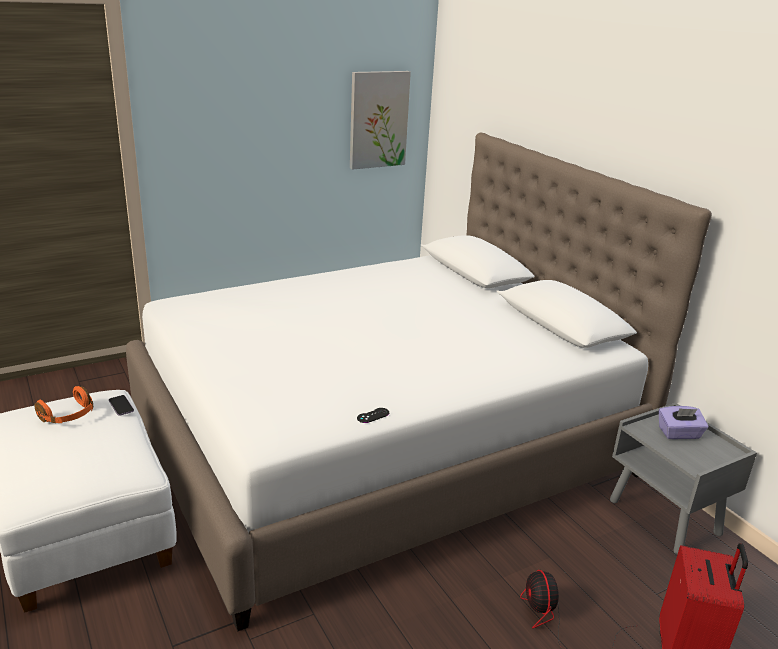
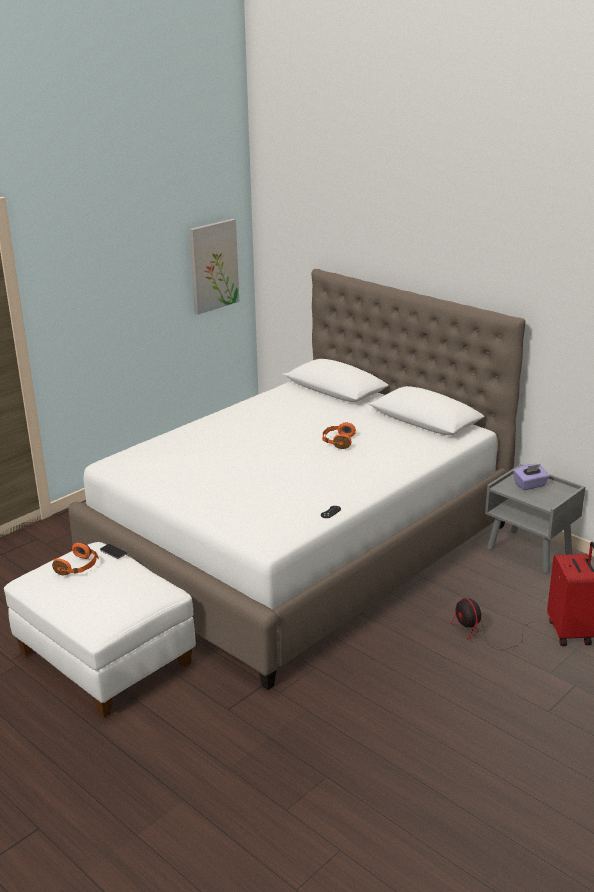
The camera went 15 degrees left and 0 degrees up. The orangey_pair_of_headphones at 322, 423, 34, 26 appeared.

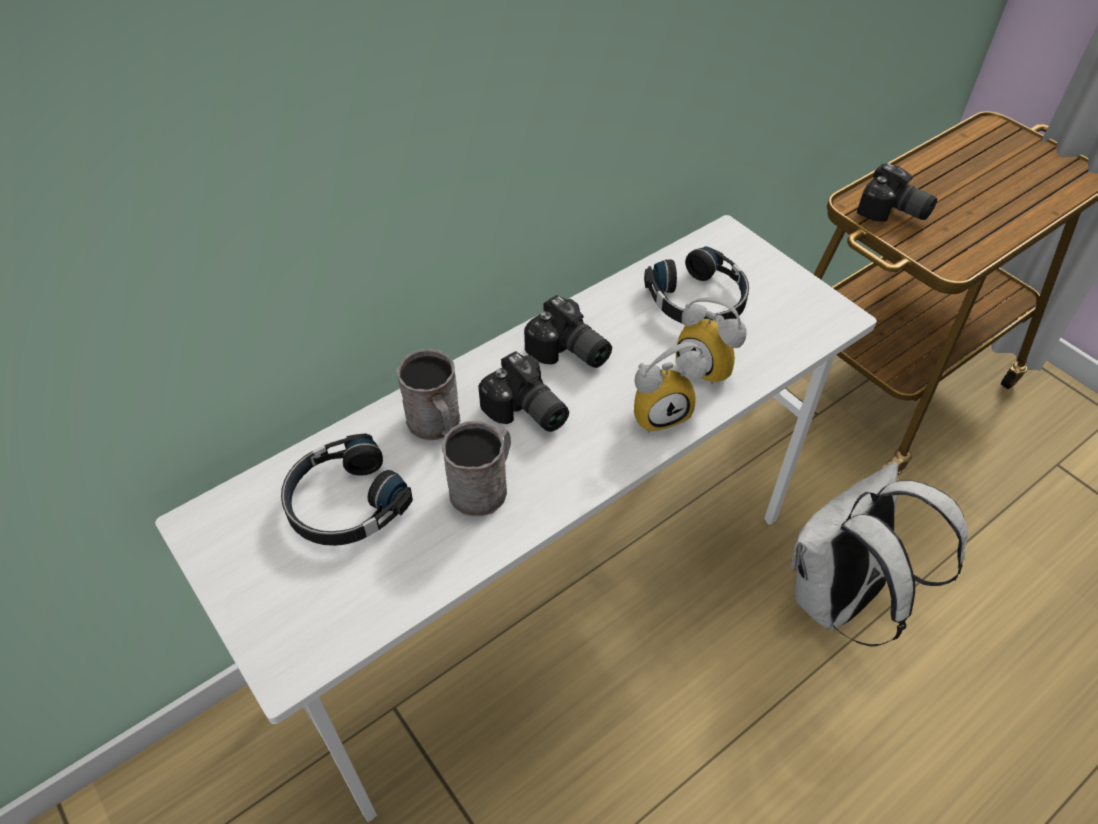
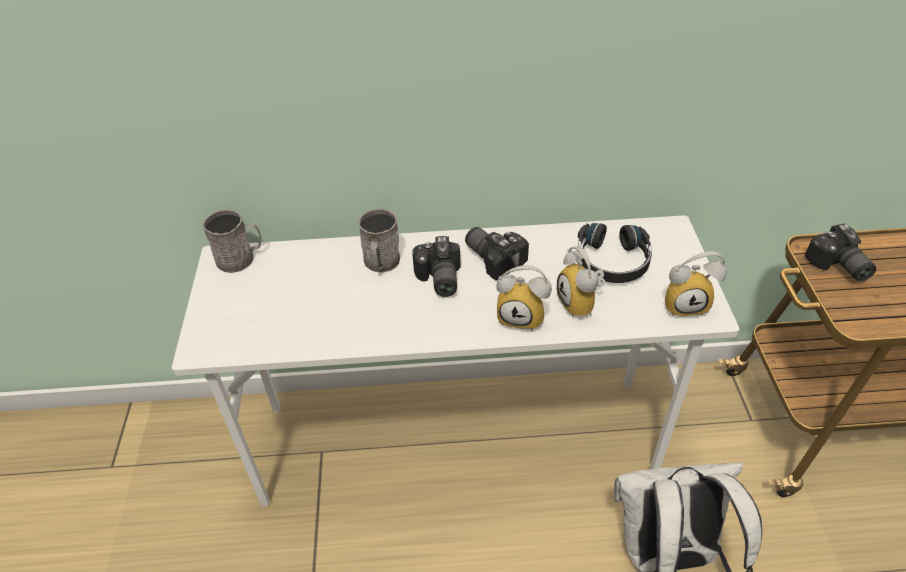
The camera went 35 degrees right and 5 degrees down. The black_pair_of_headphones at 281, 433, 132, 113 disappeared. The table_clock at 665, 251, 62, 66 appeared. The grey_tea_mug moved from 442, 421, 69, 95 to 202, 209, 59, 64. The still_camera at 524, 295, 88, 73 turned 150 degrees clockwise.

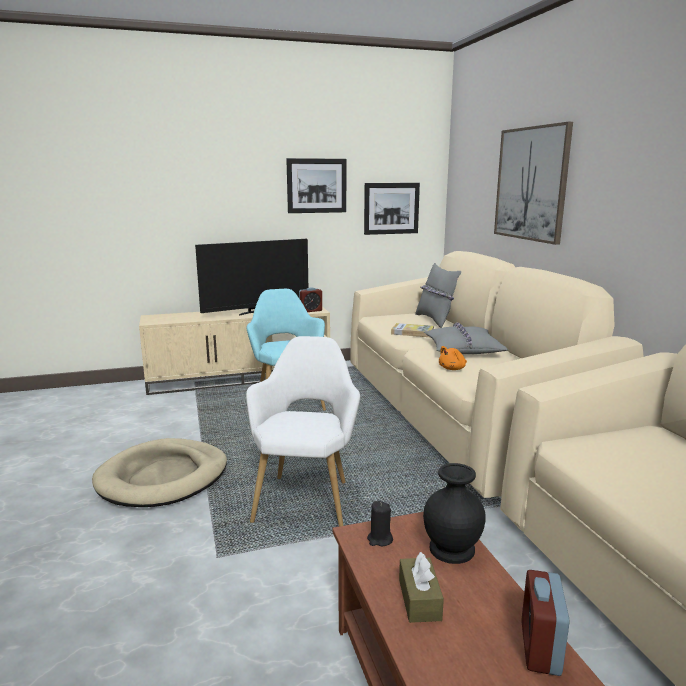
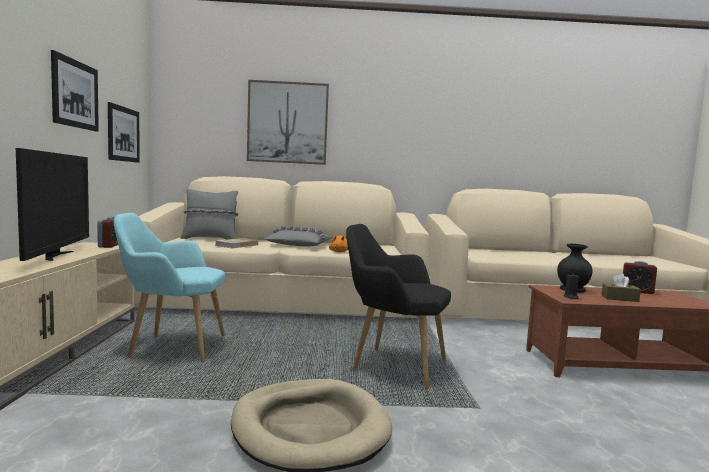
The camera went 75 degrees left and 10 degrees down. The white-coloured_lounge_chair at 246, 336, 114, 190 became the black_lounge_chair at 346, 224, 105, 165.

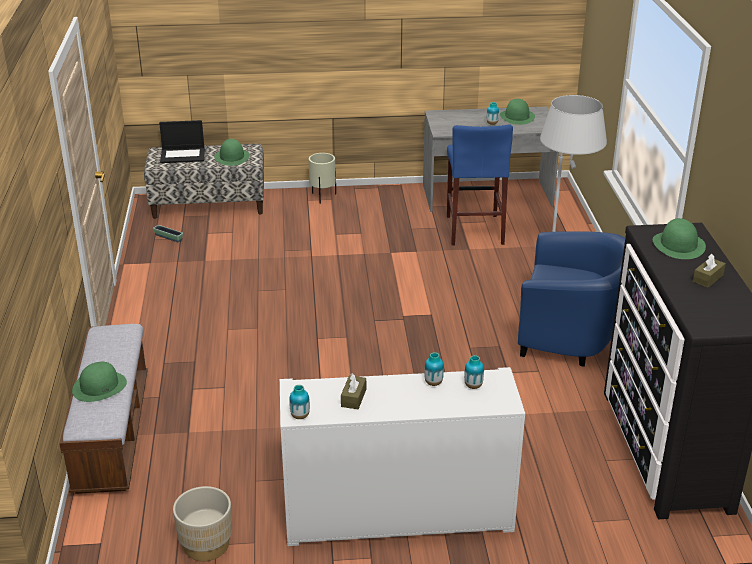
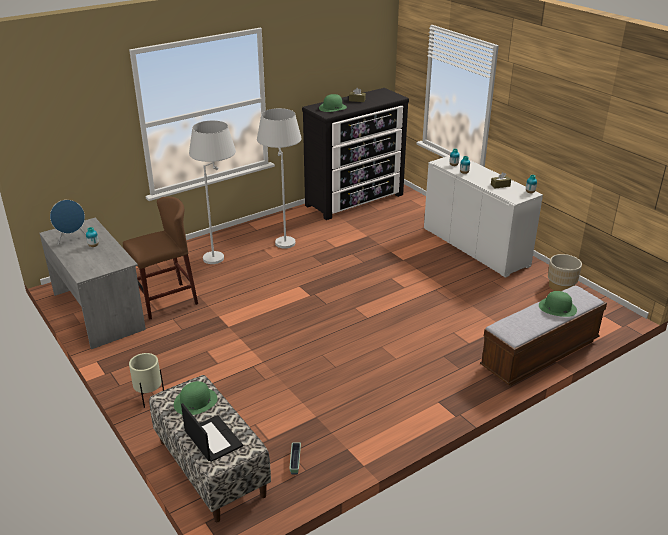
The camera went 120 degrees left and 0 degrees up. The green_hat at 500, 99, 35, 26 was replaced by the bluish_speaker at 50, 200, 36, 45. The bluish_lounge_chair at 518, 231, 107, 136 was replaced by the white-coloured_floor_lamp at 257, 108, 44, 141. The bluish_stool at 447, 125, 66, 121 became the brownish_stool at 123, 197, 75, 123.

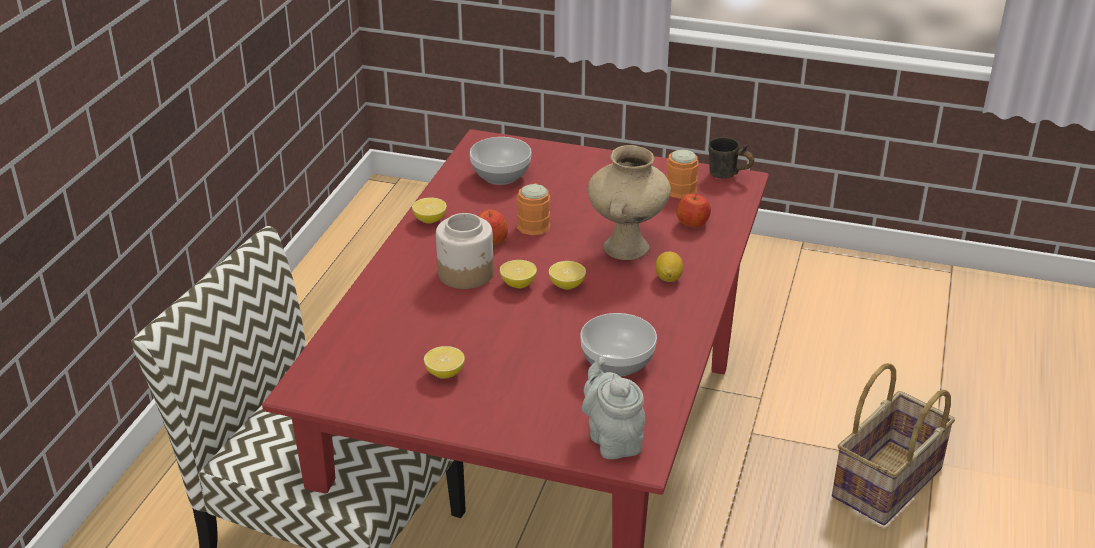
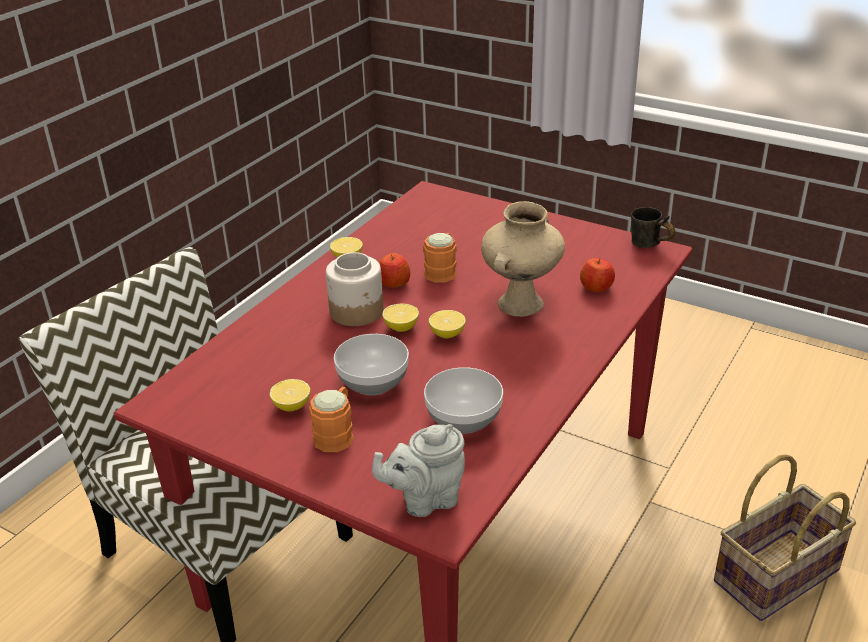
The camera went 15 degrees right and 0 degrees up. The citrus_fruit at 656, 252, 27, 30 disappeared. The bowl moved from 470, 137, 61, 48 to 334, 334, 75, 61. The orangey_tea_mug moved from 666, 149, 32, 50 to 309, 387, 45, 65. The grey_pot_for_tea at 582, 357, 63, 102 turned 105 degrees counterclockwise.

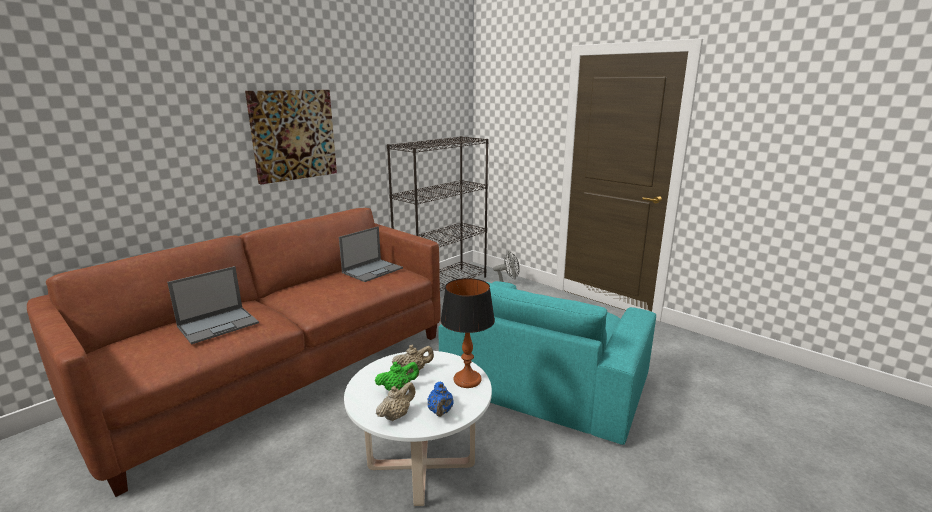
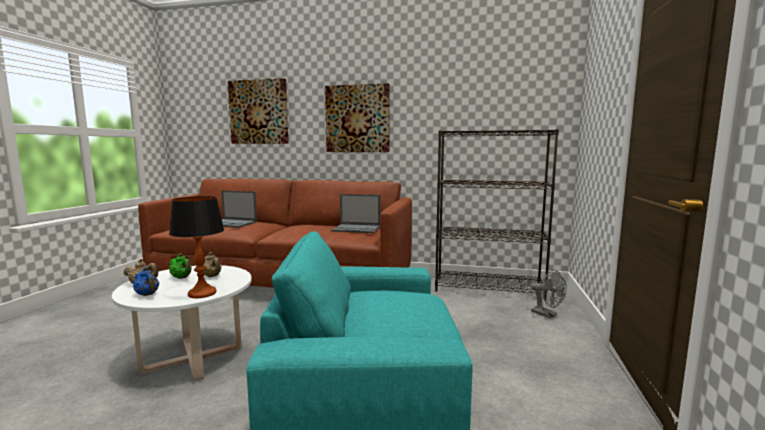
The camera went 60 degrees right and 10 degrees down. The wall_picture at 228, 78, 61, 66 appeared. The bluish_pot_for_tea at 428, 382, 26, 35 turned 105 degrees counterclockwise.

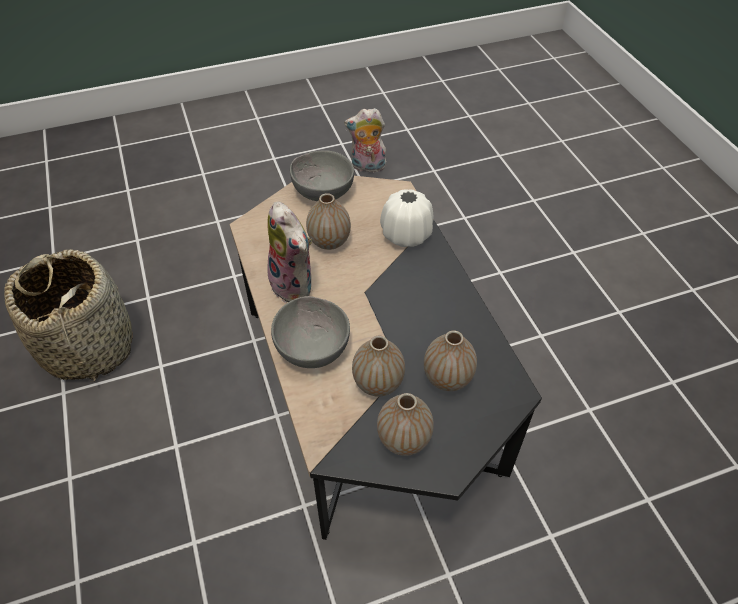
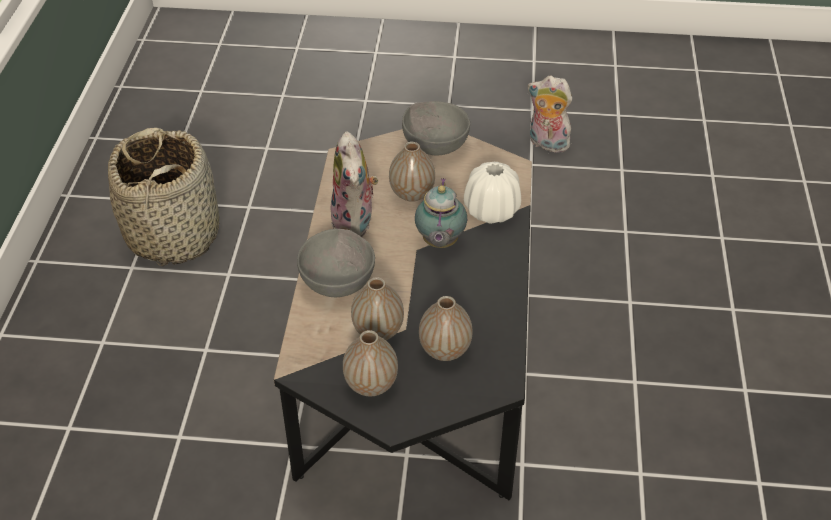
The camera went 25 degrees right and 5 degrees down. The pot_for_tea at 415, 178, 52, 70 appeared.

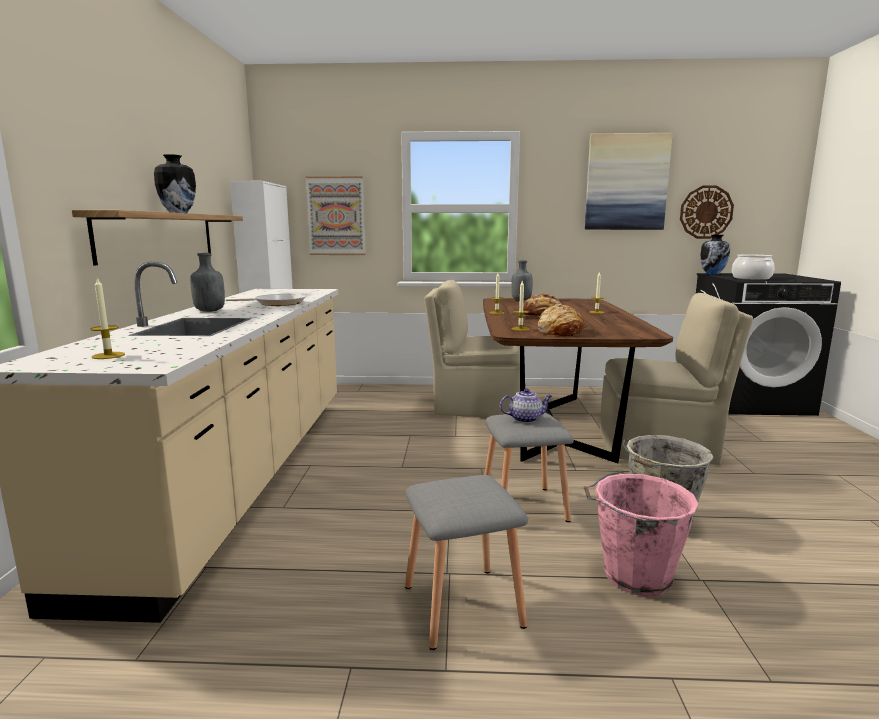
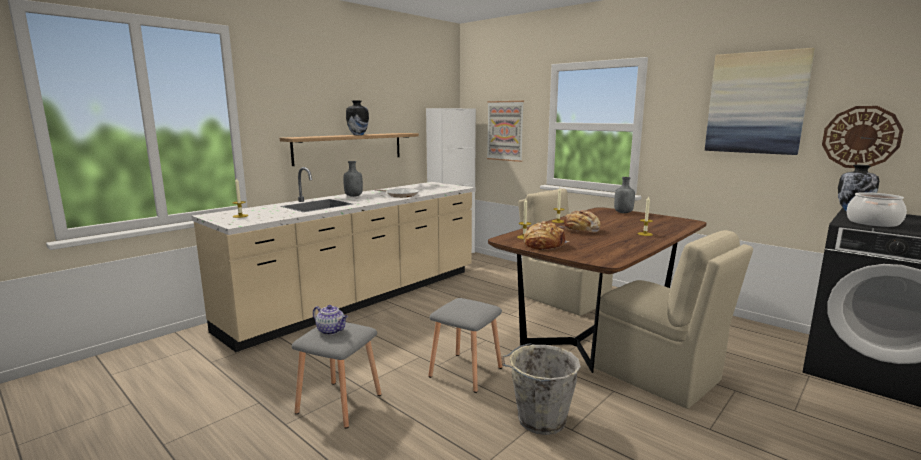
The camera went 40 degrees right and 0 degrees up. The pink-coloured_pail at 584, 471, 115, 126 disappeared. The pot_for_tea moved from 500, 388, 52, 35 to 313, 305, 35, 30.

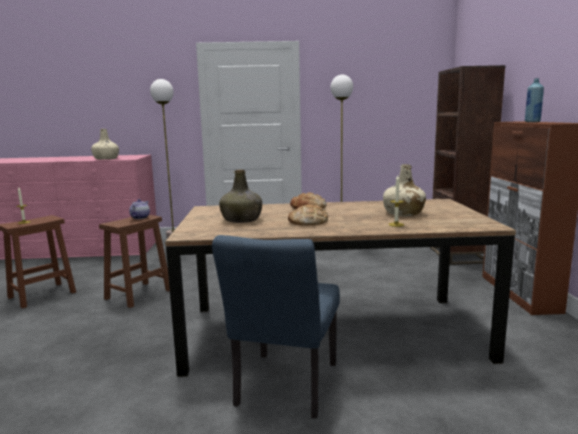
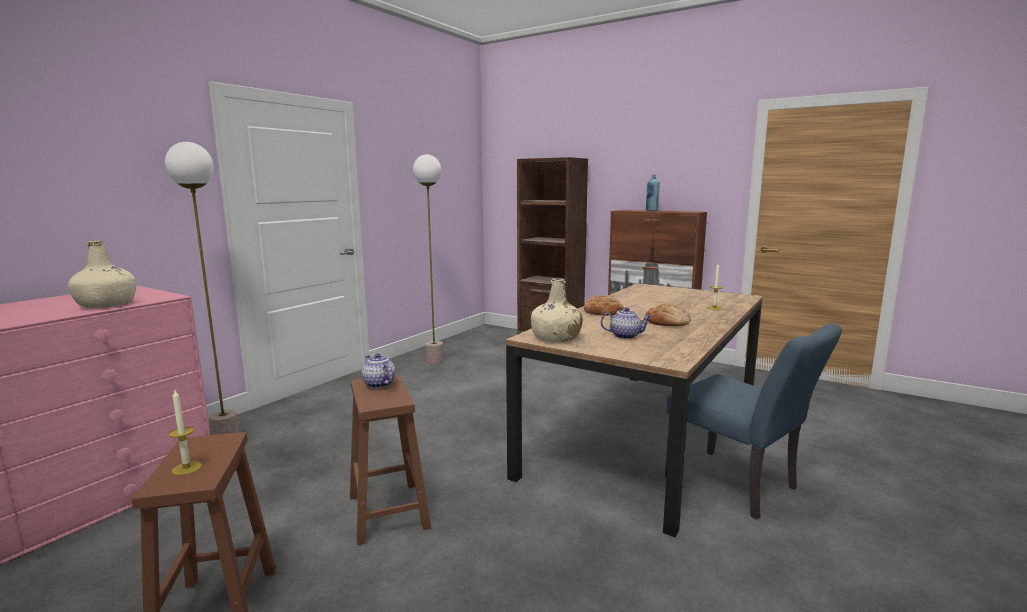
The camera went 55 degrees left and 0 degrees up. The beige_beverage_bottle moved from 383, 164, 43, 52 to 531, 278, 52, 65. The green_beverage_bottle at 219, 170, 43, 53 was replaced by the pot_for_tea at 601, 307, 51, 32.

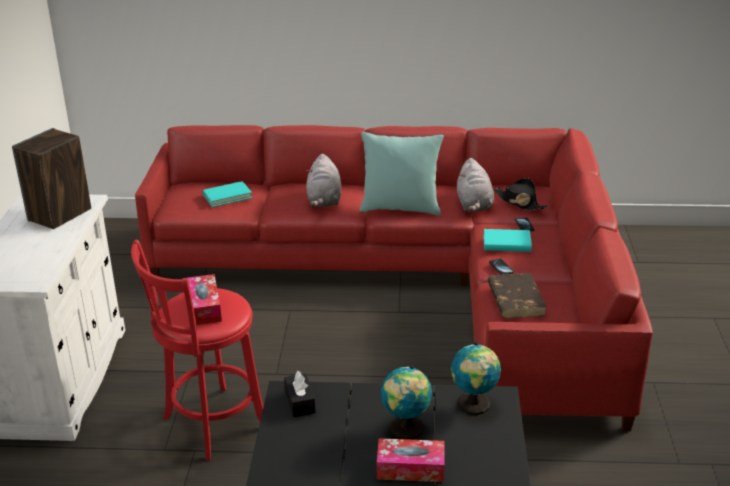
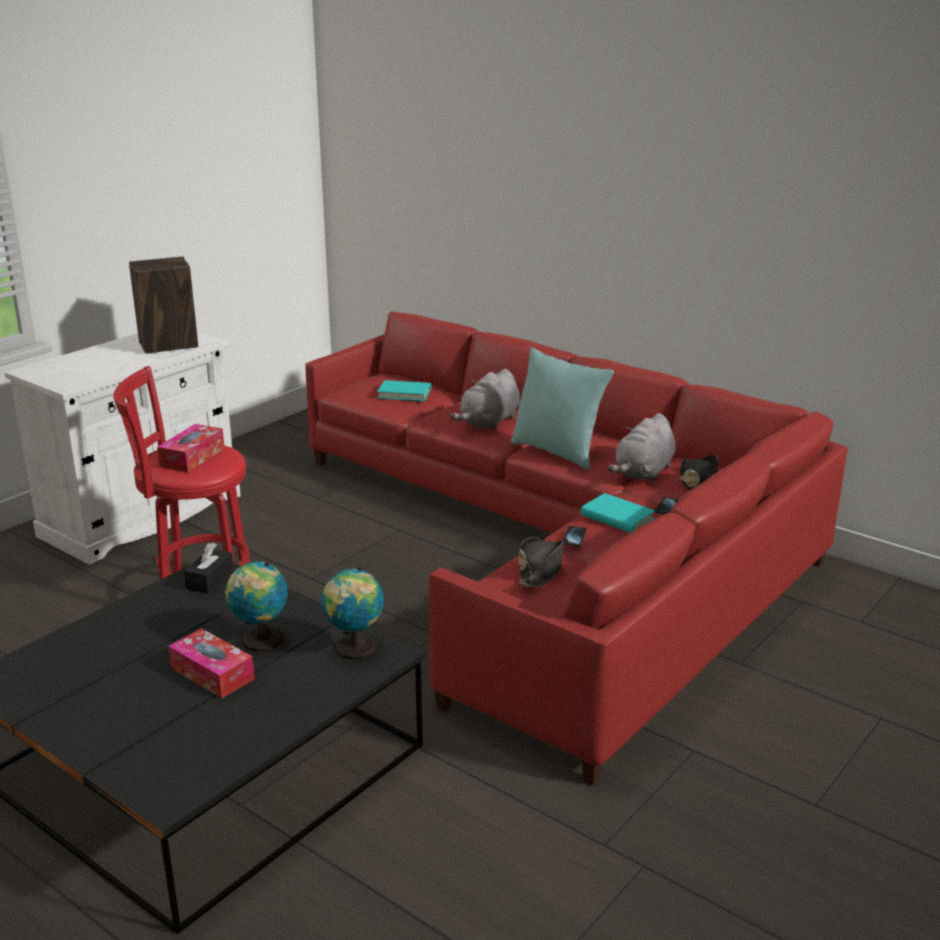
The camera went 35 degrees right and 5 degrees down. The brownish_book at 488, 273, 59, 46 was replaced by the black_hat at 519, 537, 45, 50.

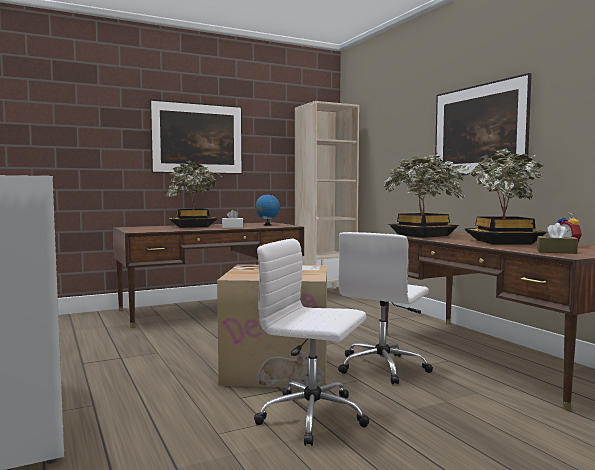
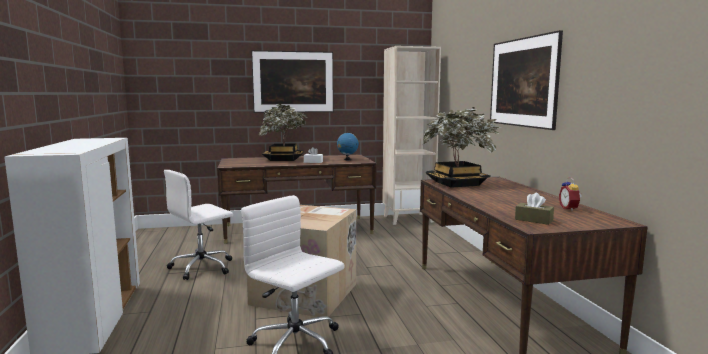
The camera went 15 degrees right and 5 degrees up. The plant_in_a_pot at 461, 148, 86, 96 disappeared. The white-coloured_desk_chair moved from 338, 232, 95, 152 to 164, 170, 69, 110.

